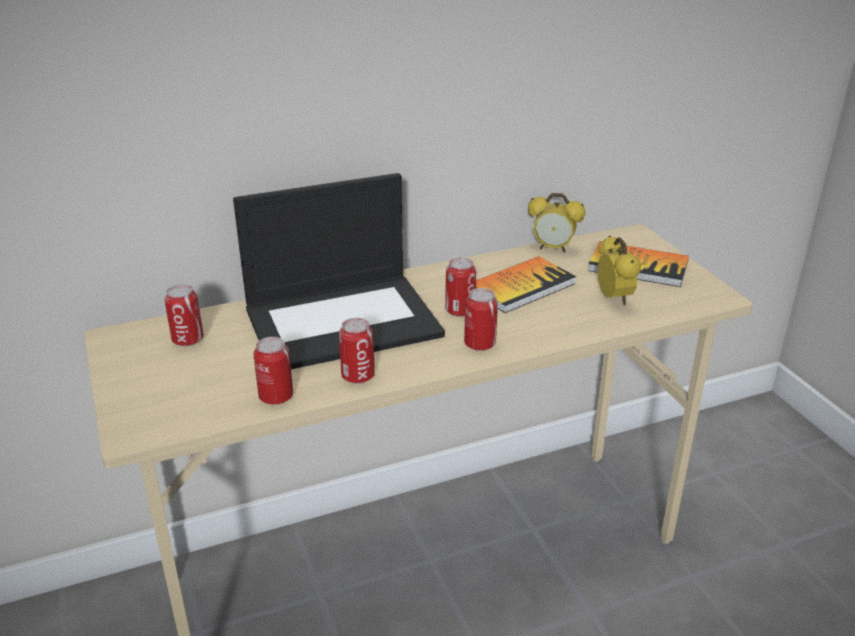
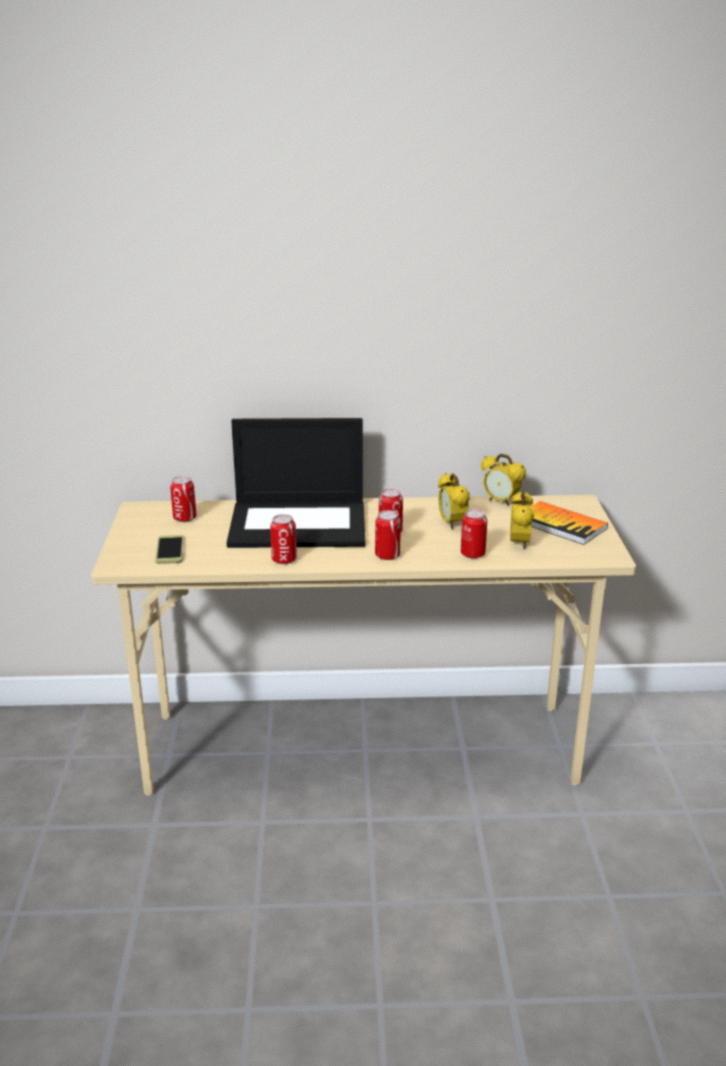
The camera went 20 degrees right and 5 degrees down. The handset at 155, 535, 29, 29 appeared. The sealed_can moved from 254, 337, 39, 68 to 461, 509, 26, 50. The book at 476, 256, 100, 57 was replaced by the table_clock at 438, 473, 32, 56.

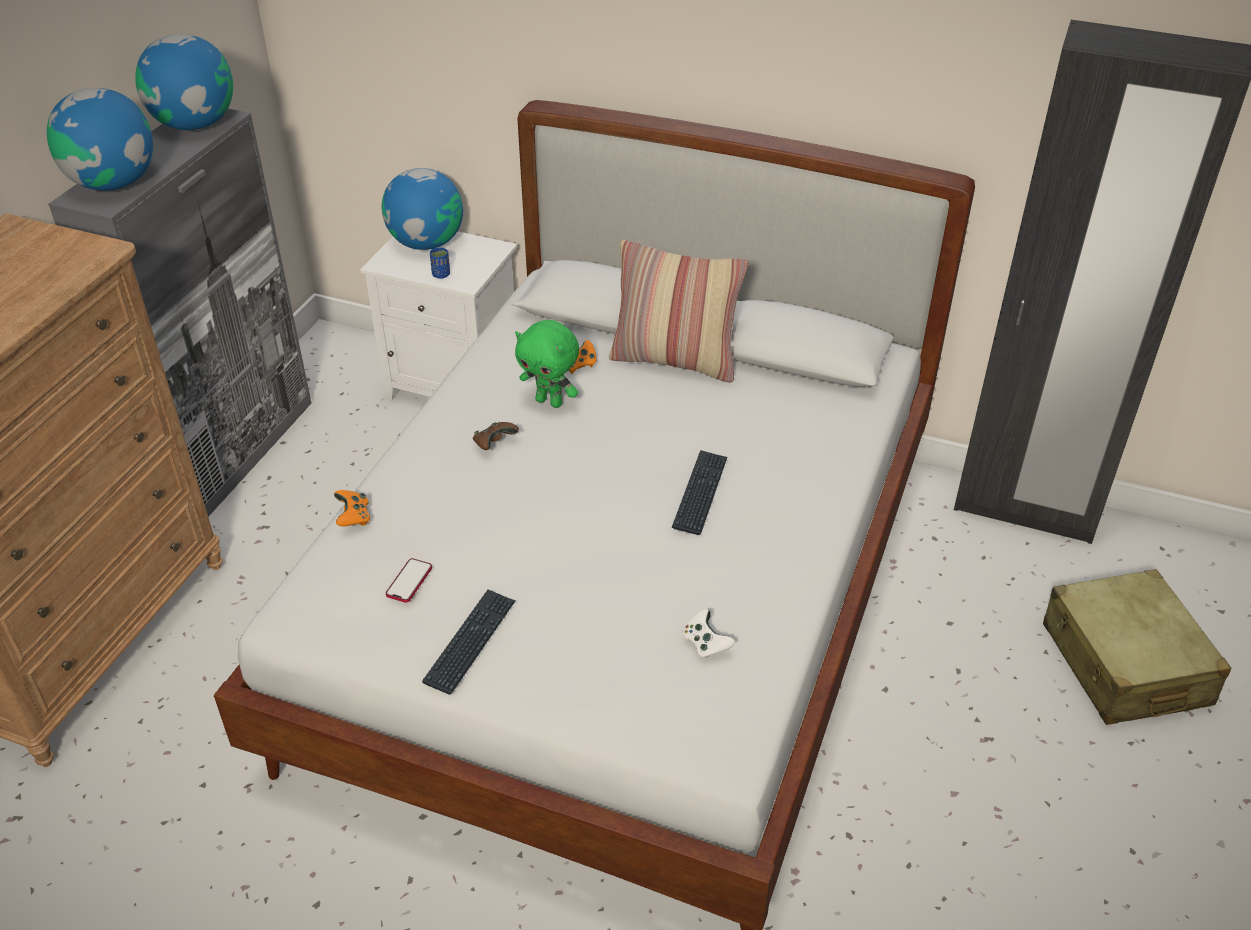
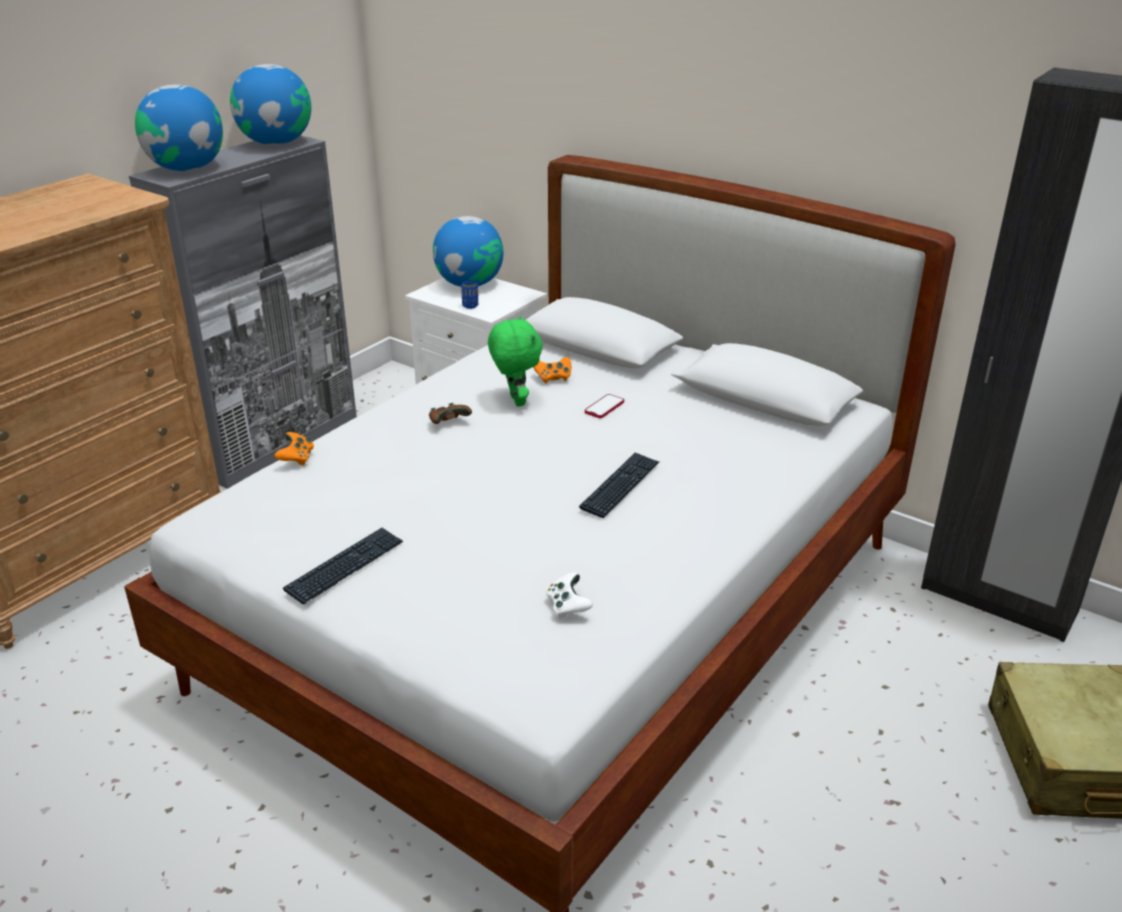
The camera went 15 degrees right and 10 degrees down. The throw_pillow at 609, 240, 140, 142 disappeared. The handset moved from 386, 558, 46, 45 to 585, 394, 39, 24. The green_plush_toy at 515, 320, 64, 88 turned 150 degrees counterclockwise.

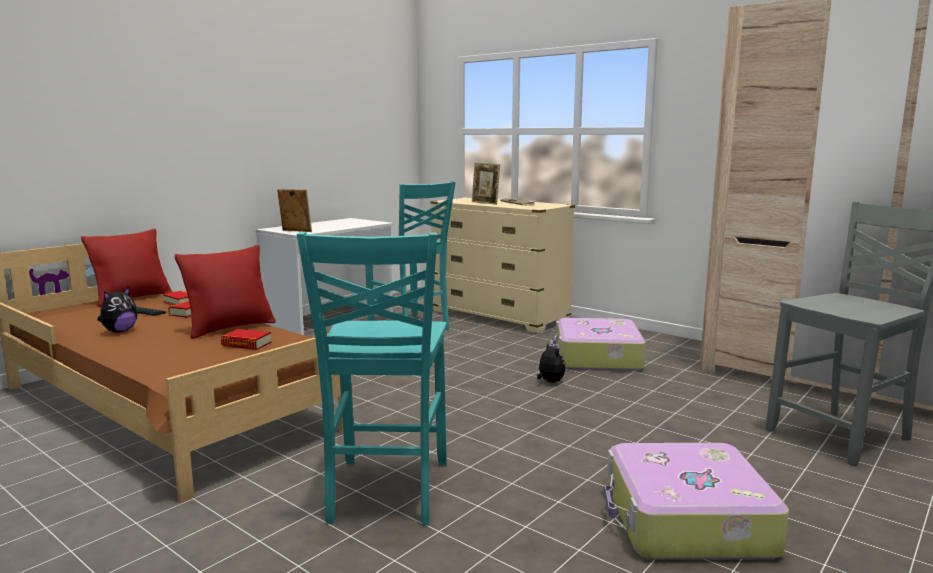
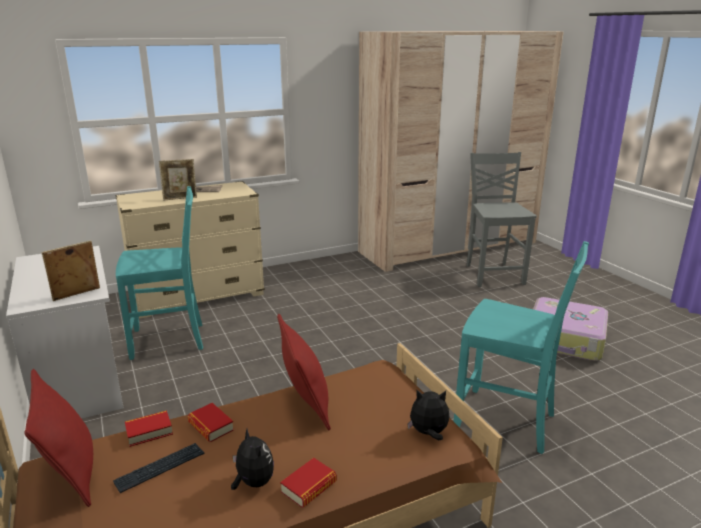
The camera went 65 degrees left and 10 degrees up. The travel_case at 550, 318, 96, 53 disappeared. The book moved from 221, 329, 51, 21 to 280, 458, 57, 50. The plush_toy moved from 536, 344, 29, 39 to 407, 389, 43, 51.

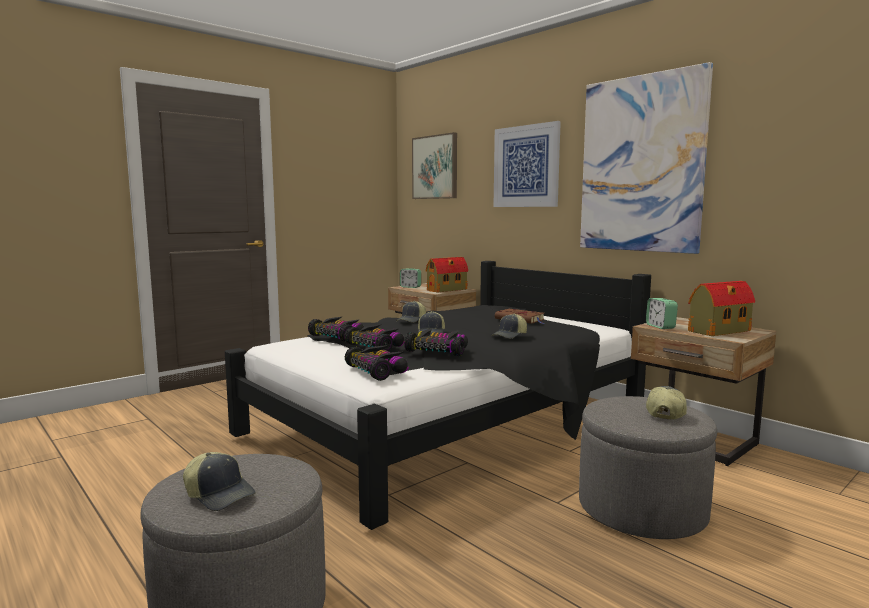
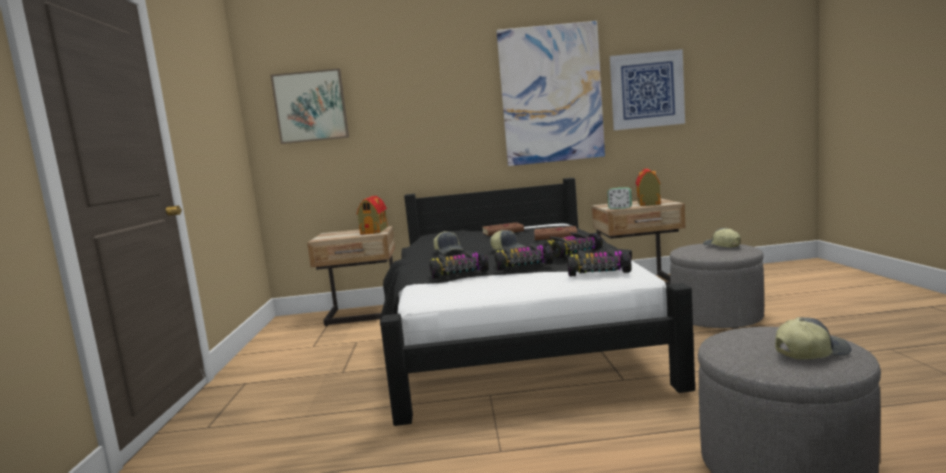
The camera went 50 degrees left and 0 degrees up. The table_clock at 400, 268, 21, 20 disappeared. The wall_picture moved from 493, 121, 68, 86 to 610, 49, 75, 81. The cap at 491, 313, 36, 26 was replaced by the brownish_book at 534, 226, 43, 14.

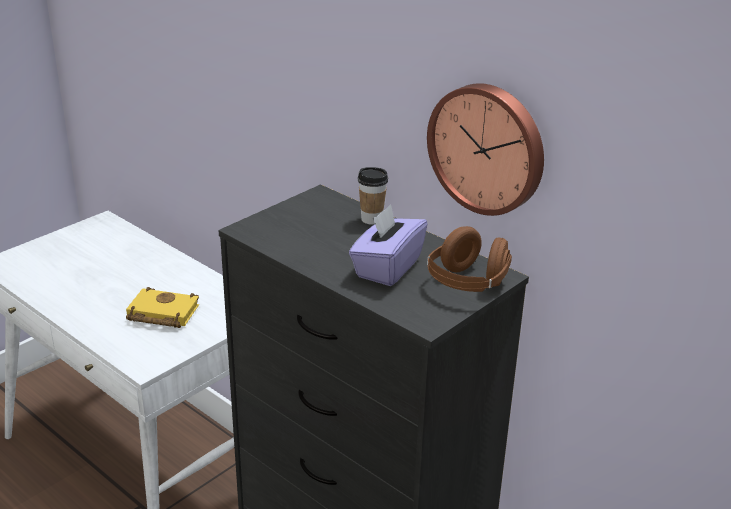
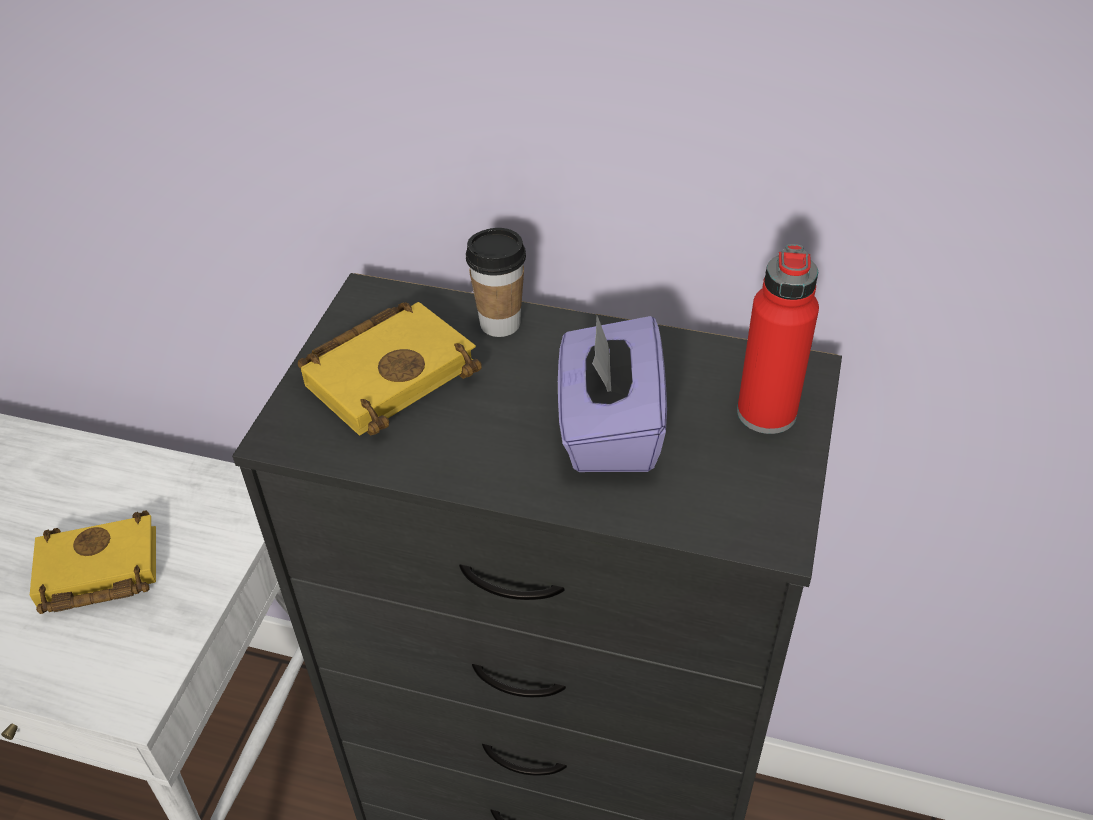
The camera went 25 degrees left and 15 degrees up. The hanging_clock at 427, 83, 117, 133 disappeared. The yellowish_book at 298, 302, 184, 134 appeared. The brownish_pair_of_headphones at 427, 226, 85, 66 was replaced by the red_beverage_bottle at 737, 244, 82, 190.

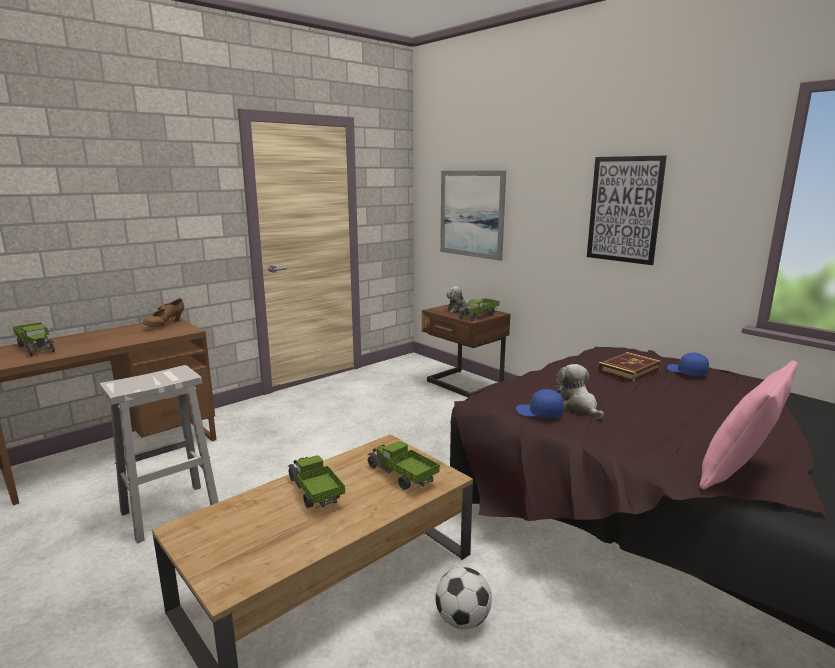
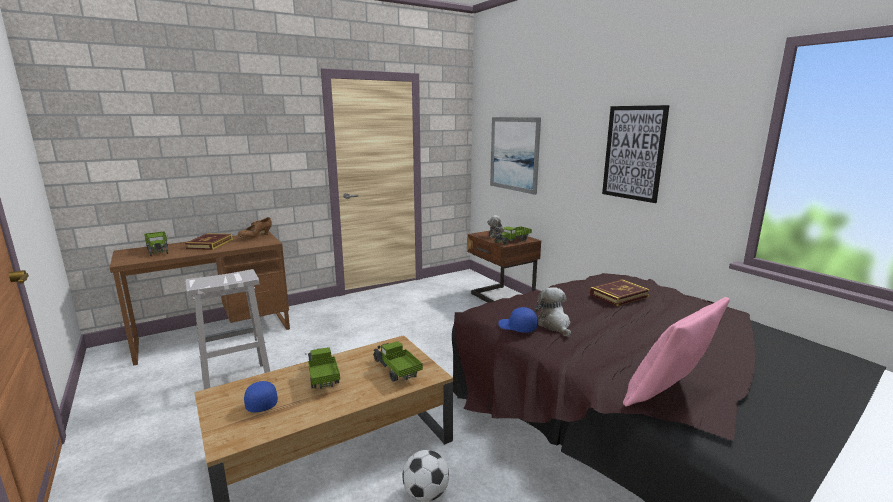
The camera went 10 degrees right and 0 degrees up. The book at 185, 233, 48, 17 appeared. The bluish_cap moved from 667, 353, 42, 23 to 244, 381, 34, 32.

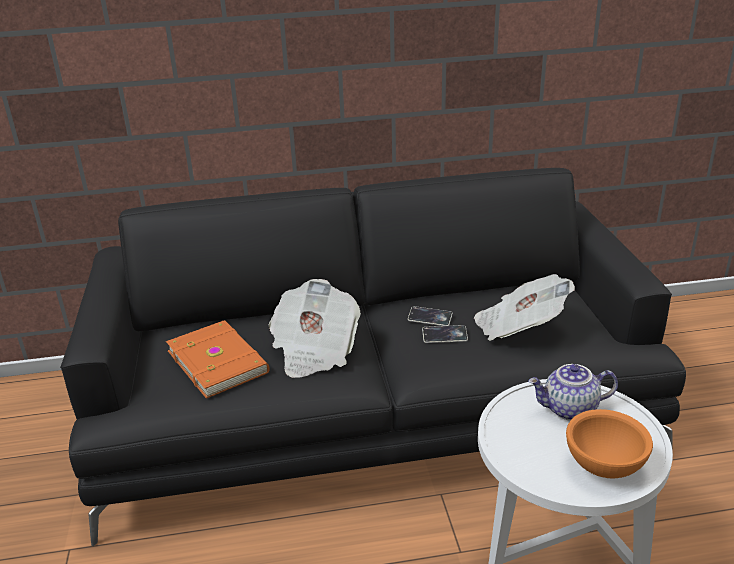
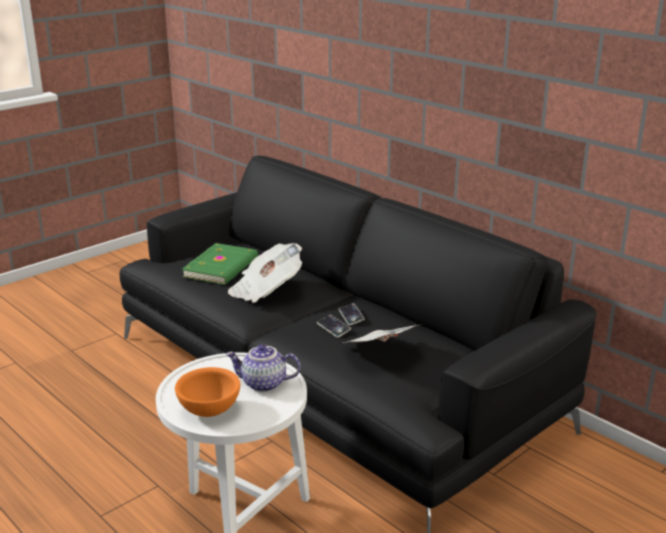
The camera went 55 degrees right and 5 degrees down. The orangey_book at 166, 320, 104, 78 became the green_book at 182, 243, 76, 42. The pot_for_tea at 528, 364, 90, 57 turned 45 degrees counterclockwise.

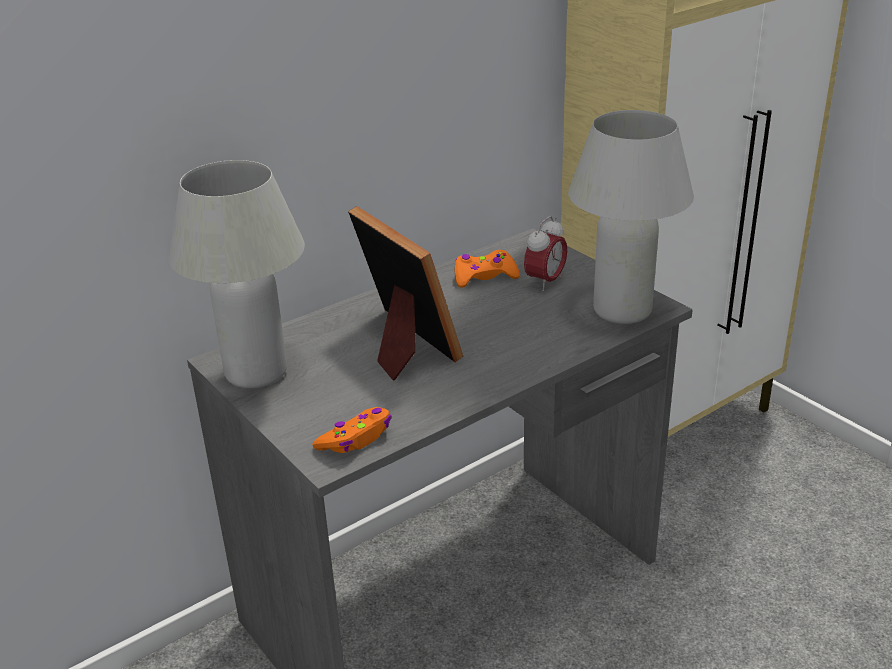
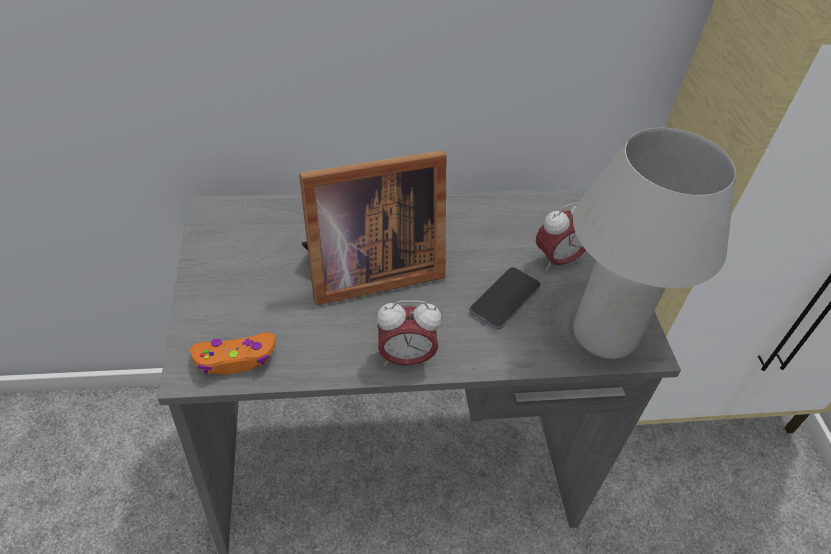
The camera went 25 degrees right and 15 degrees up. The white-coloured_table_lamp at 169, 160, 136, 229 disappeared. The orangey_joypad at 455, 250, 65, 38 disappeared. The table_clock at 377, 300, 64, 67 appeared. The handset at 469, 267, 72, 62 appeared. The picture_frame at 348, 206, 115, 175 turned 75 degrees clockwise.

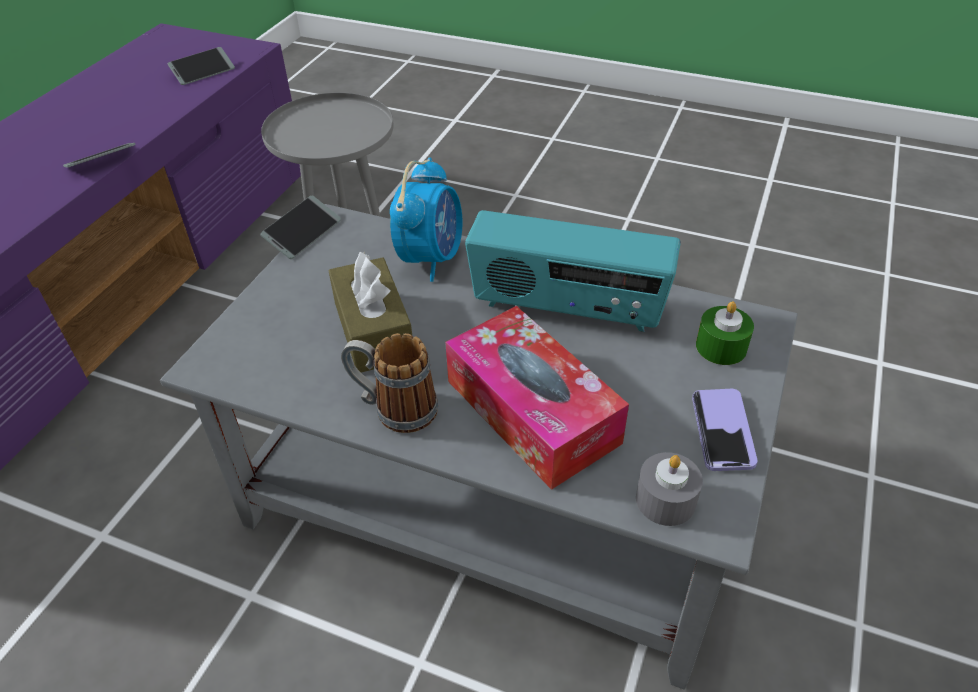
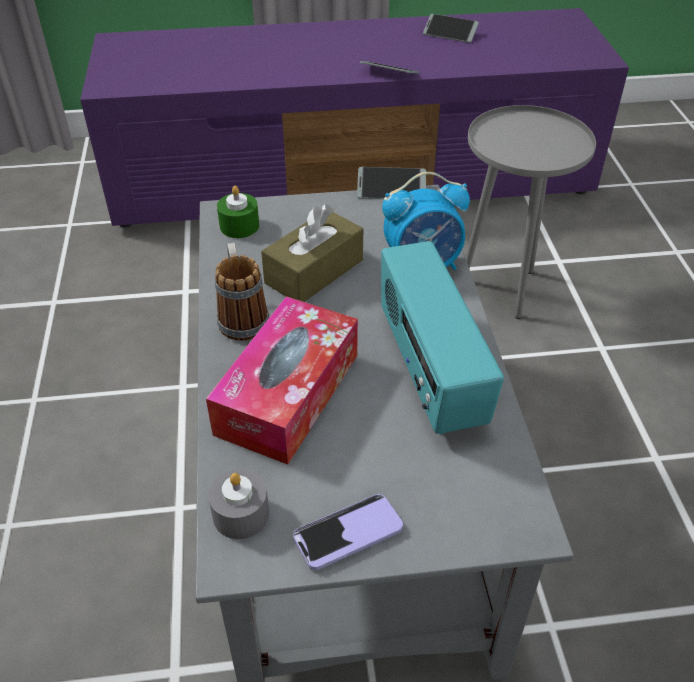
The camera went 60 degrees right and 0 degrees up. The handset moved from 168, 47, 67, 38 to 423, 14, 56, 29. The green_wax_candle moved from 696, 301, 58, 64 to 217, 186, 42, 52.

